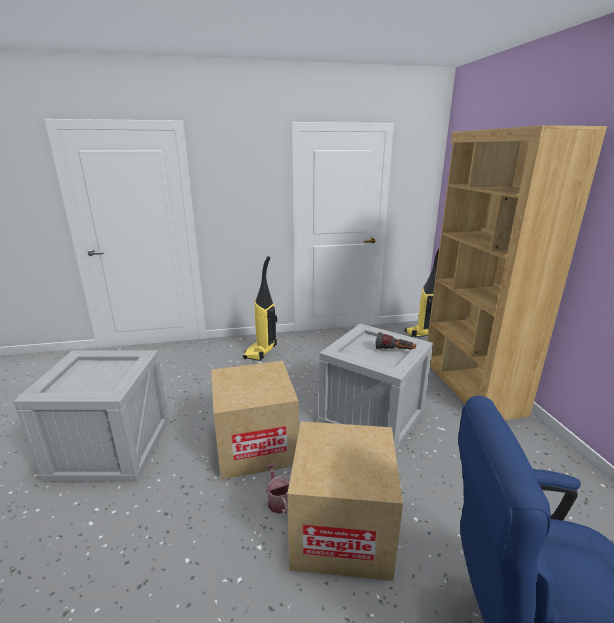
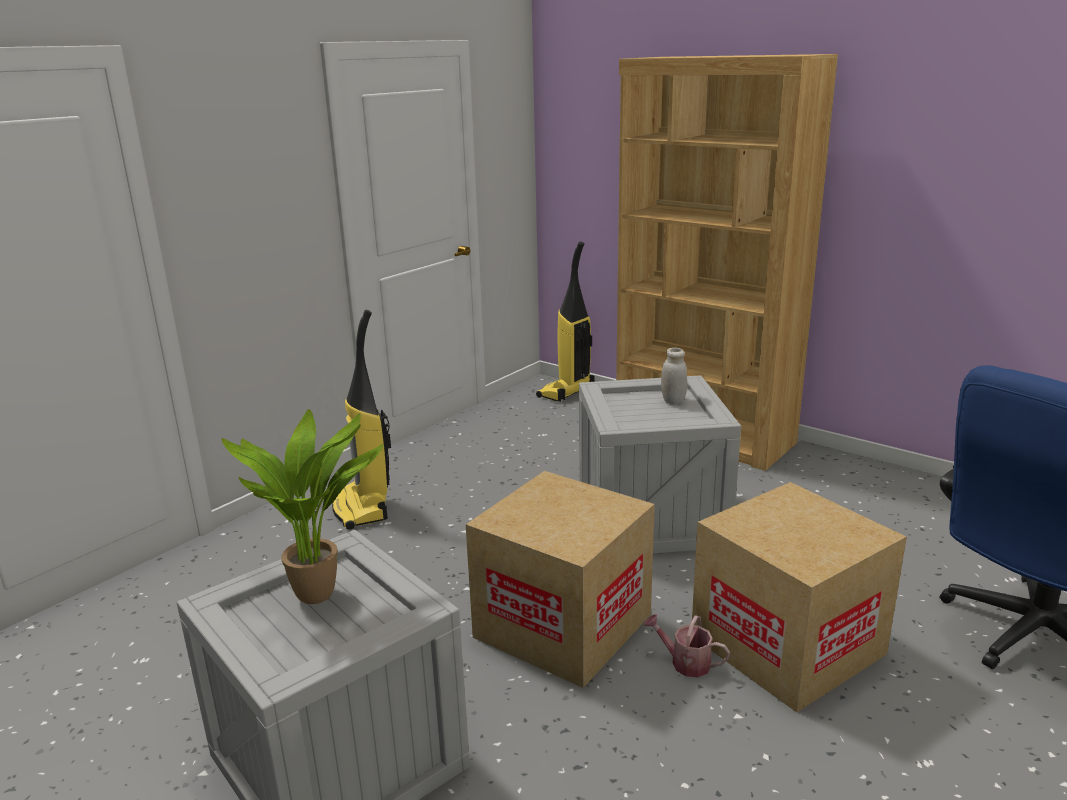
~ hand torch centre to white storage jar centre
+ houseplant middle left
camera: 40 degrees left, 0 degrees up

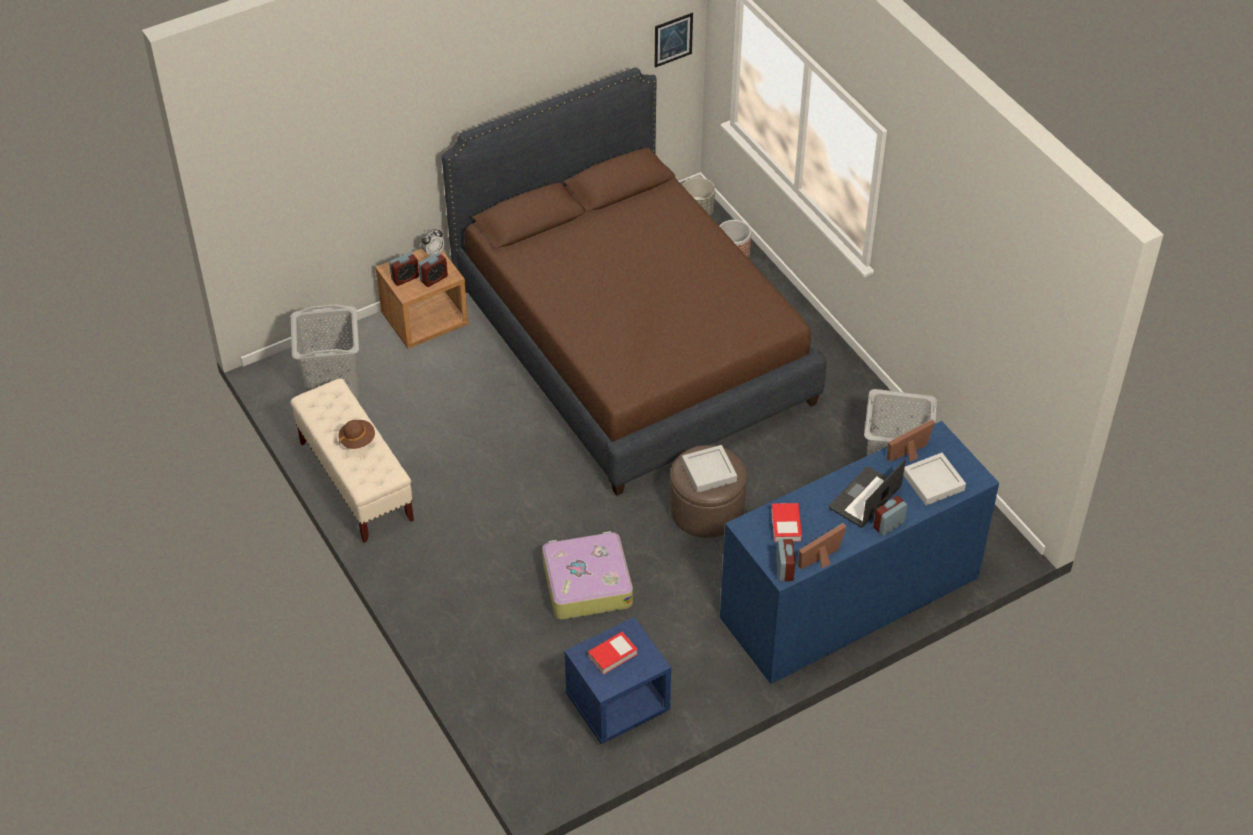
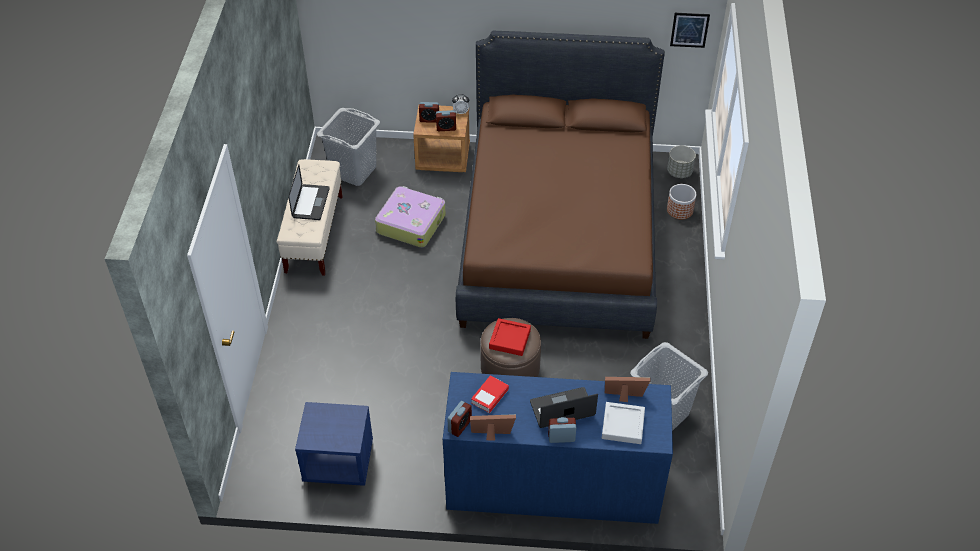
~ brown-coloured wearable hat middle left to laptop (no. 1 from left) middle left
~ travel case bottom centre to centre
- bound book (no. 1 from left) bottom centre
~ gray serving tray (no. 1 from left) centre to red serving tray centre
camera: 35 degrees right, 0 degrees up

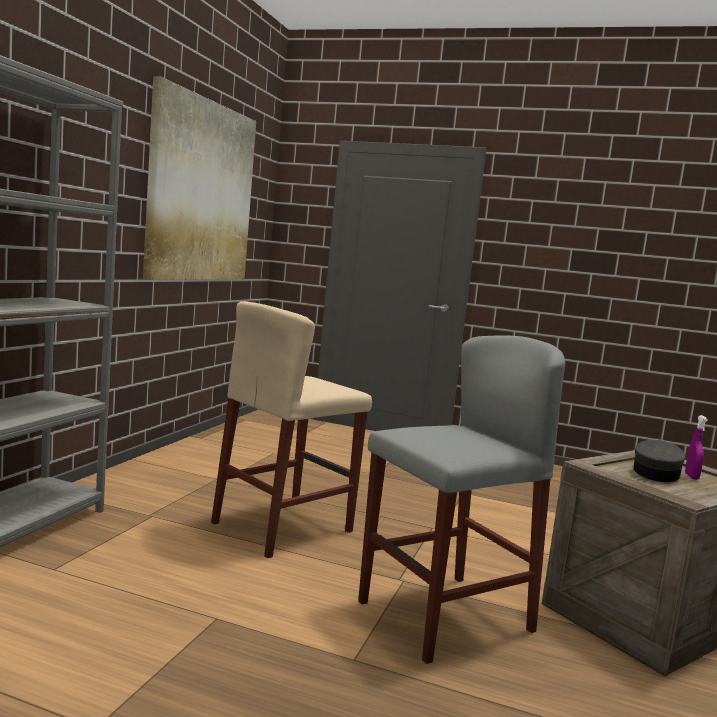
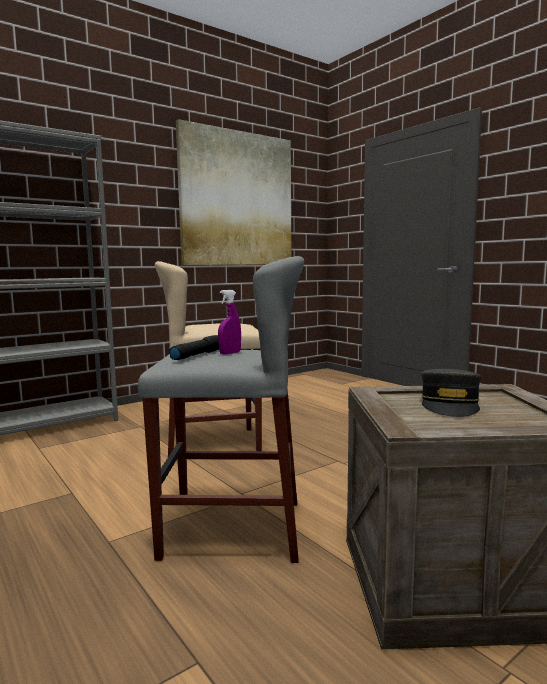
~ gray peaked cap middle right = middle right 135 degrees clockwise
~ purple sprayer middle right to centre
+ blackish hand torch centre
camera: 35 degrees right, 0 degrees up

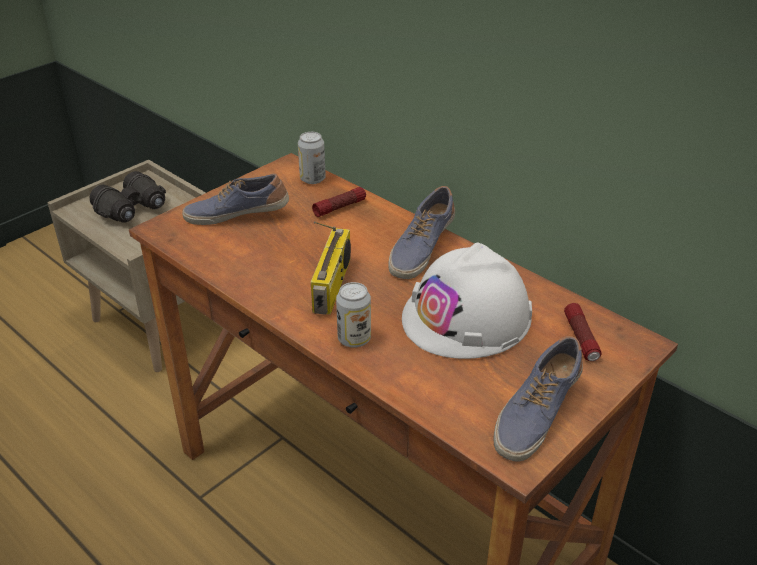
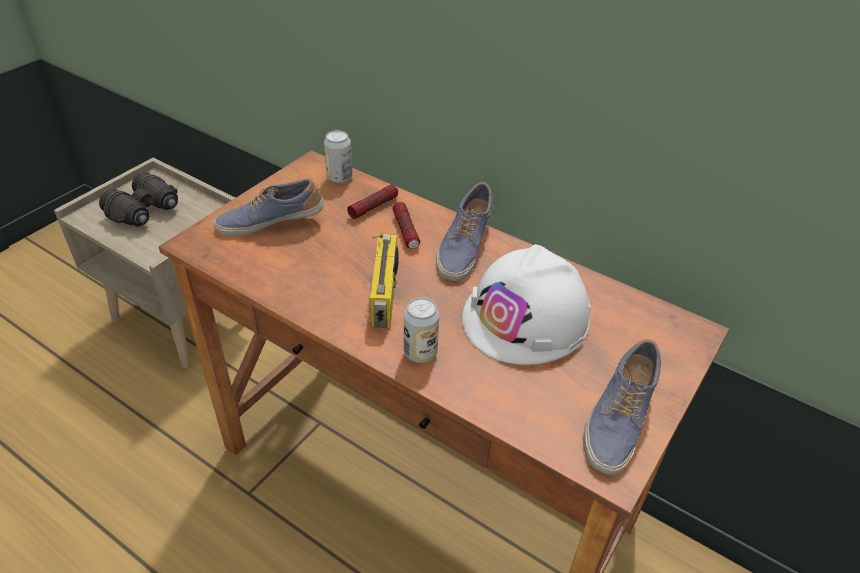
~ hand torch (no. 2 from left) middle right to centre
camera: 10 degrees left, 5 degrees up

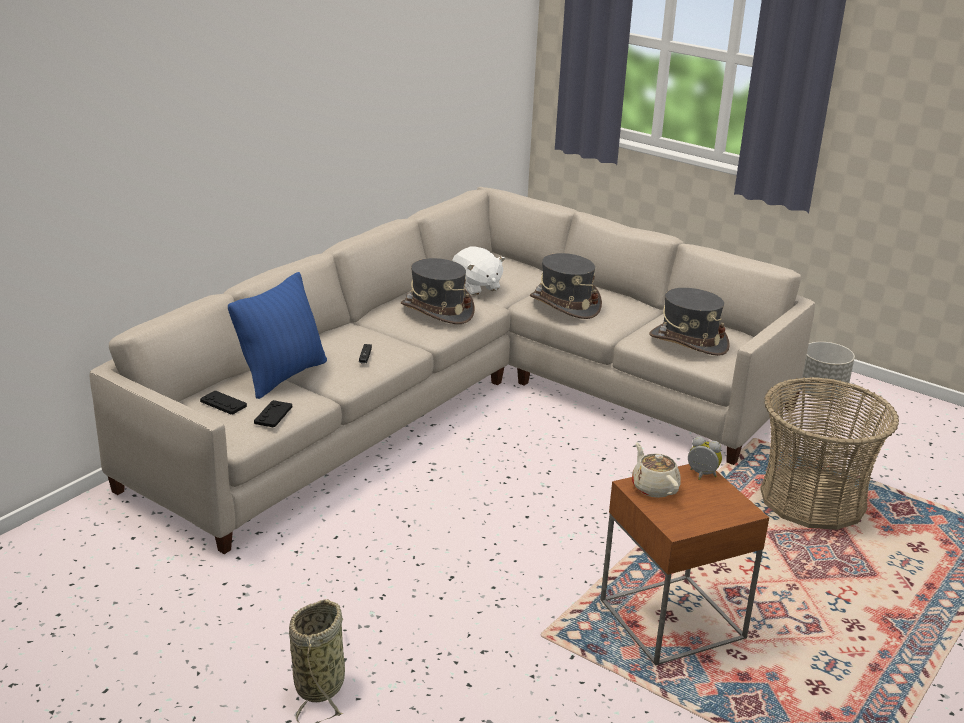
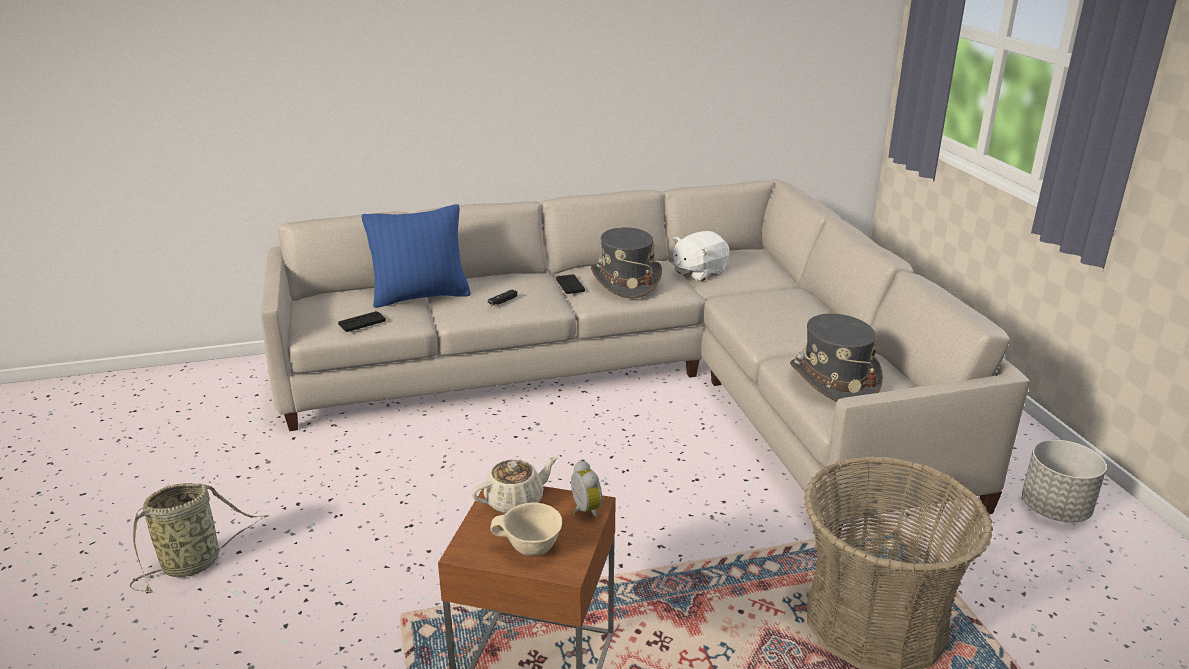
~ blackish game controller (no. 1 from left in the first image) middle left to blackish game controller (no. 3 from left) centre
~ white cuddly toy centre = centre 45 degrees clockwise
- gray wearable hat (no. 2 from left) centre
~ sand-coloured tea pot middle right = bottom centre 45 degrees clockwise
+ sand-coloured bowl bottom centre
camera: 40 degrees right, 0 degrees up

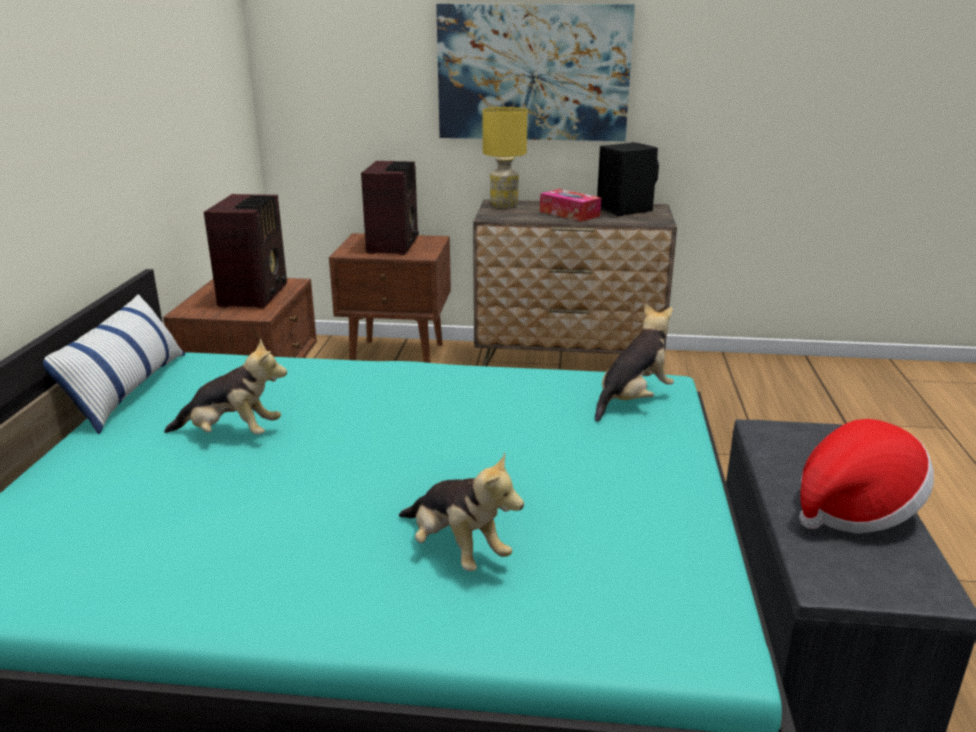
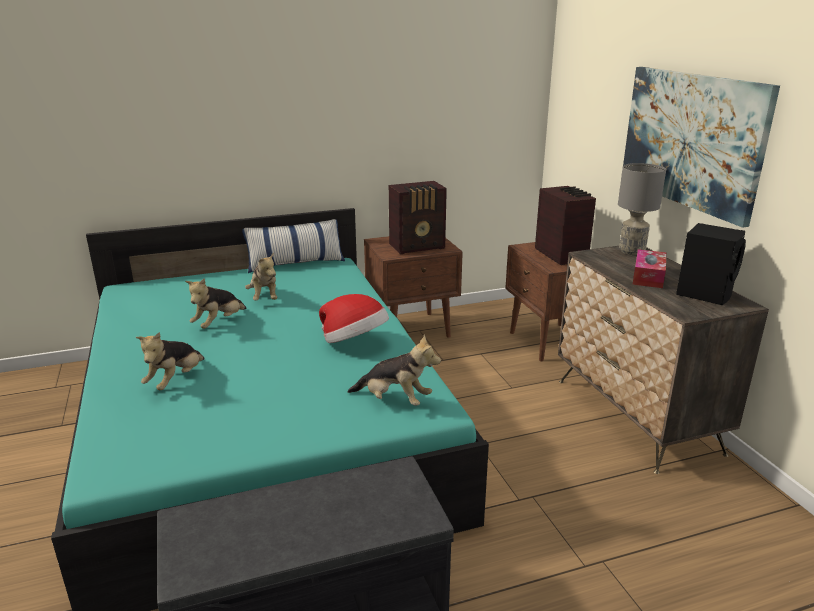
~ radio receiver (no. 2 from left) top centre = middle right 90 degrees counterclockwise
~ yellow-coloured lamp for a table top centre to gray lamp for a table middle right
~ wearable hat middle right to centre
+ cuddly toy (no. 2 from left) middle left
camera: 65 degrees right, 0 degrees up

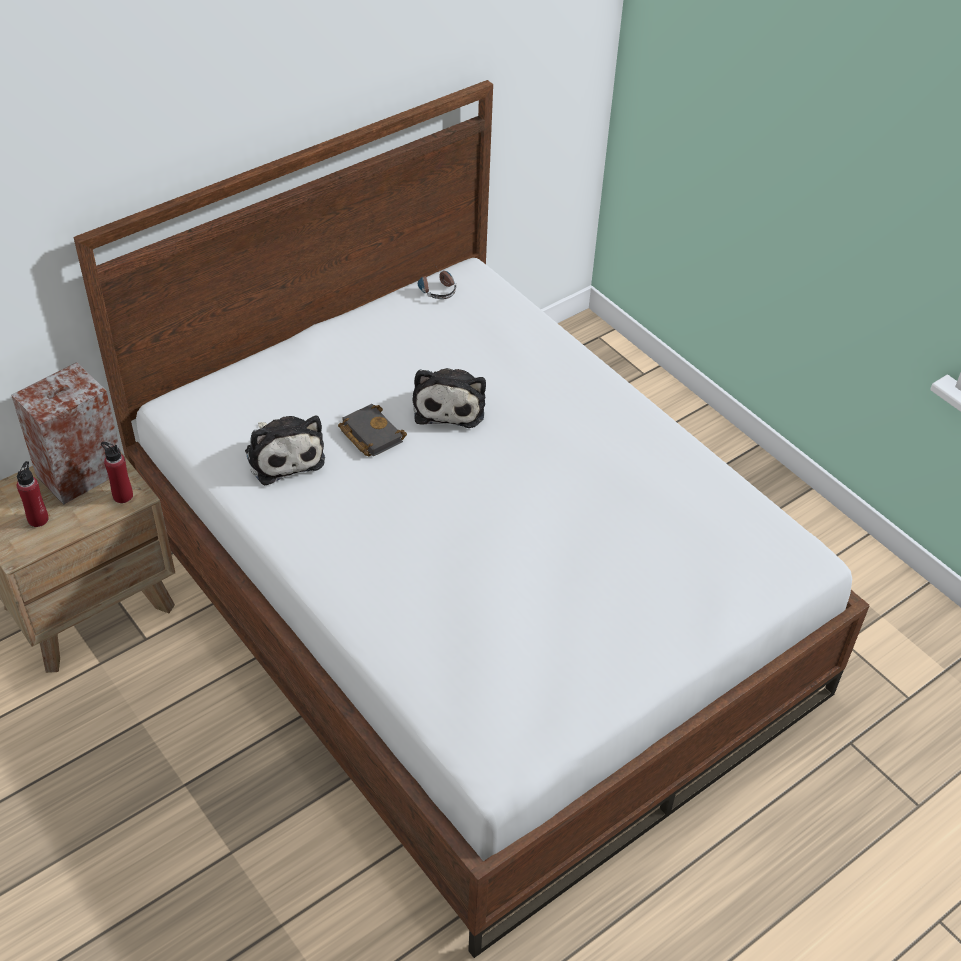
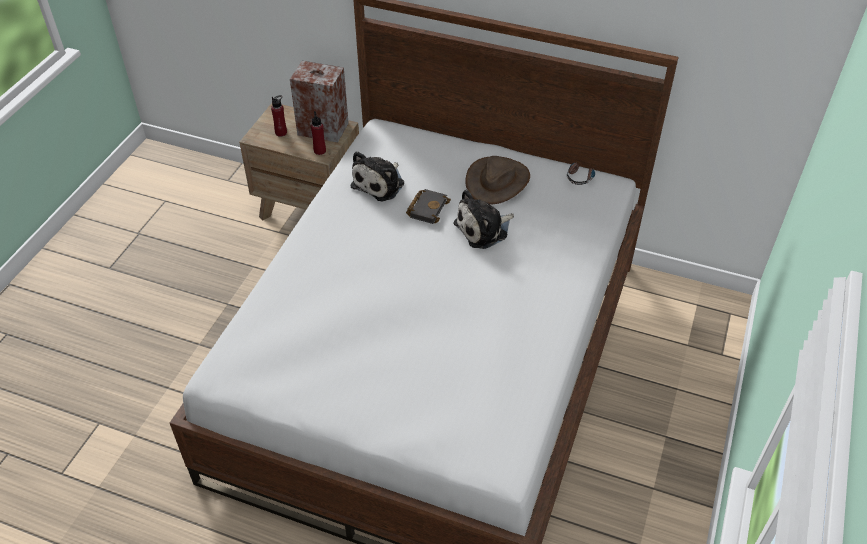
+ brown-coloured wearable hat top centre
camera: 60 degrees right, 0 degrees up

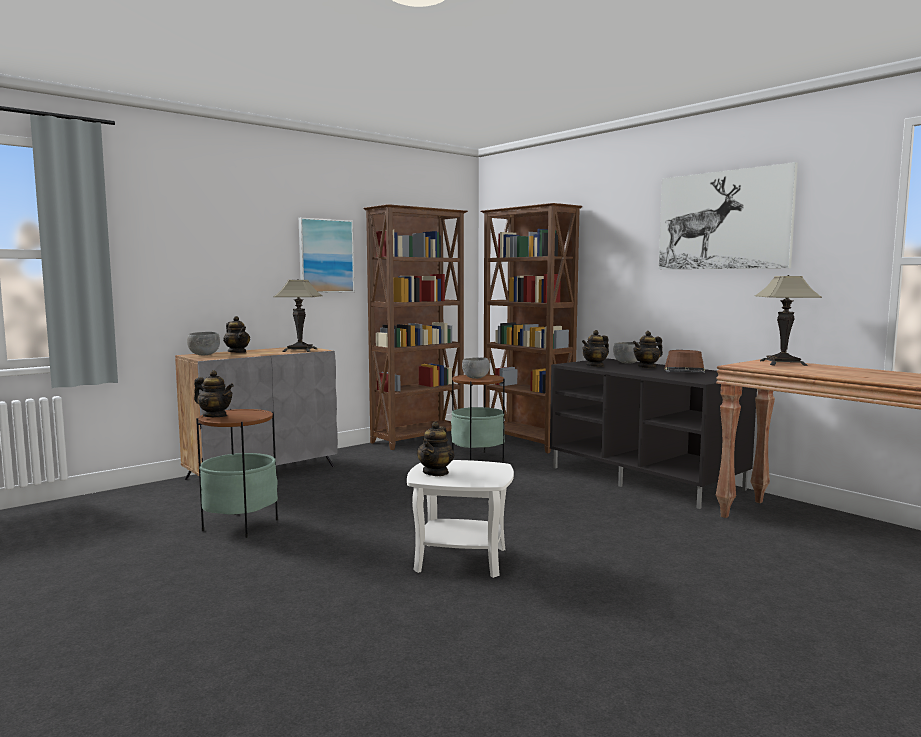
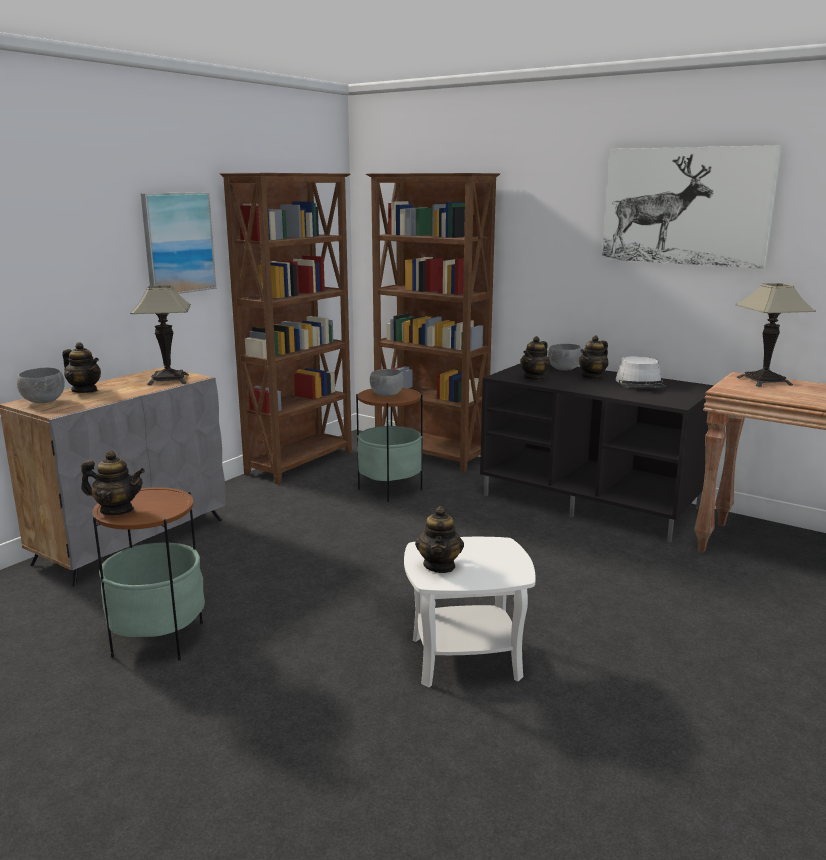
~ brown-coloured wearable hat middle right to gray wearable hat middle right
camera: 15 degrees left, 10 degrees up

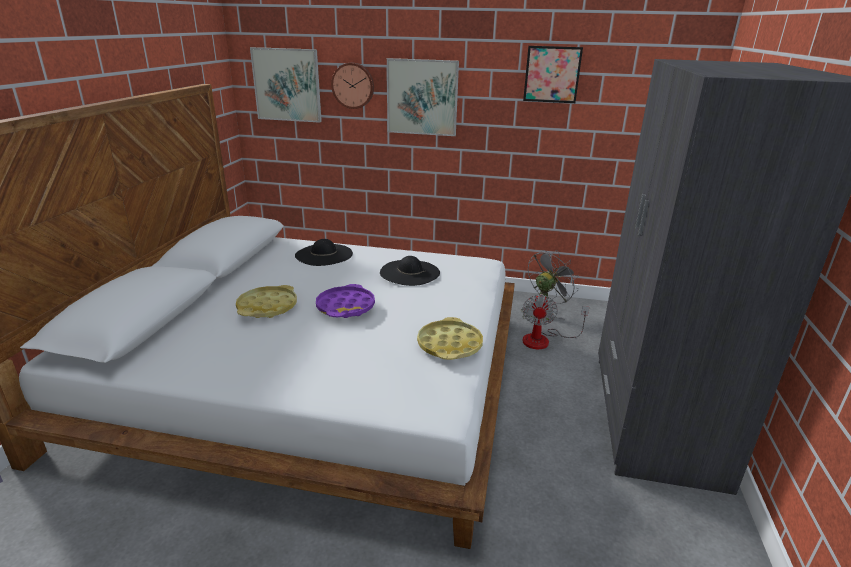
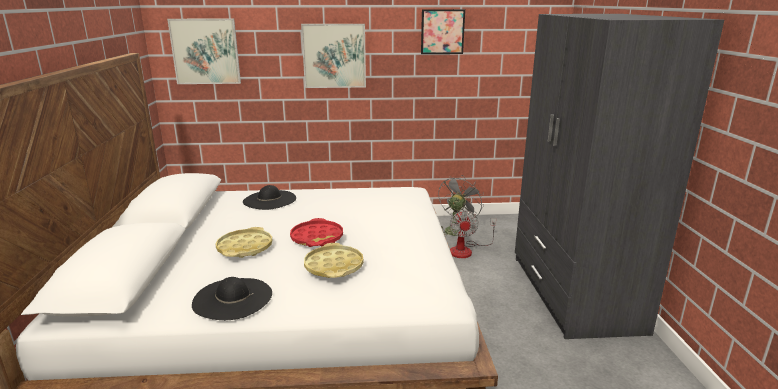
~ purple serving tray centre to red serving tray centre
- wall clock top centre
~ blackish wearable hat (no. 2 from left in the first image) centre to blackish wearable hat (no. 1 from left) bottom left
~ yellow-coloured serving tray (no. 2 from left) centre to bottom centre
camera: 15 degrees left, 5 degrees down

